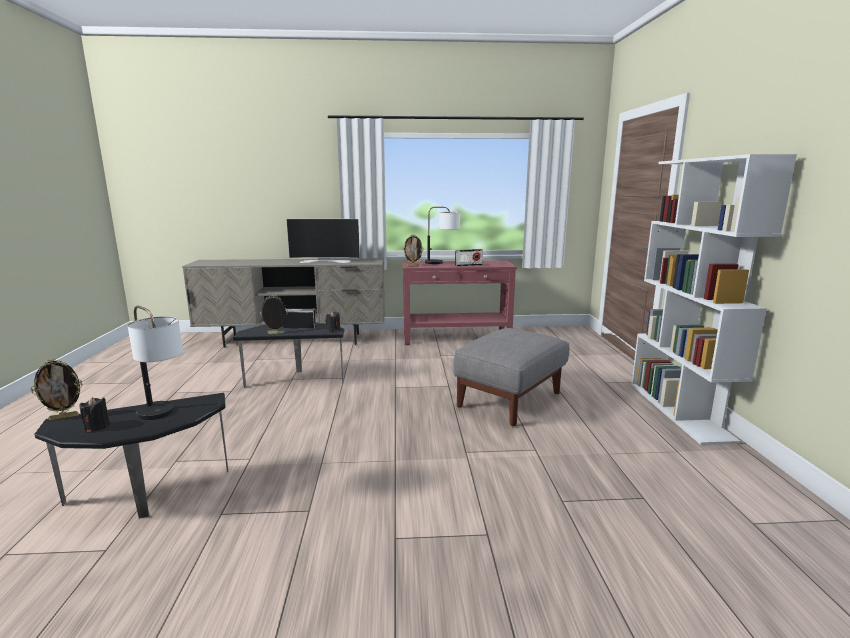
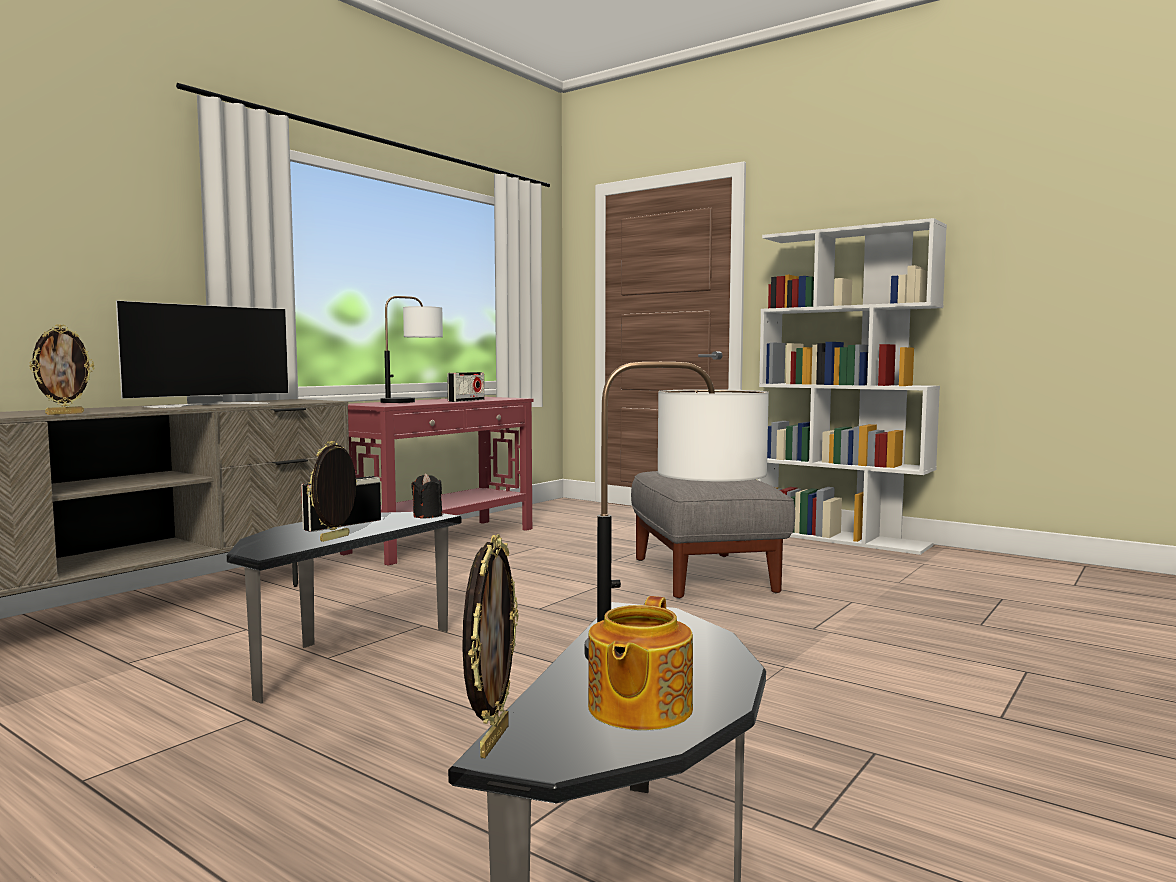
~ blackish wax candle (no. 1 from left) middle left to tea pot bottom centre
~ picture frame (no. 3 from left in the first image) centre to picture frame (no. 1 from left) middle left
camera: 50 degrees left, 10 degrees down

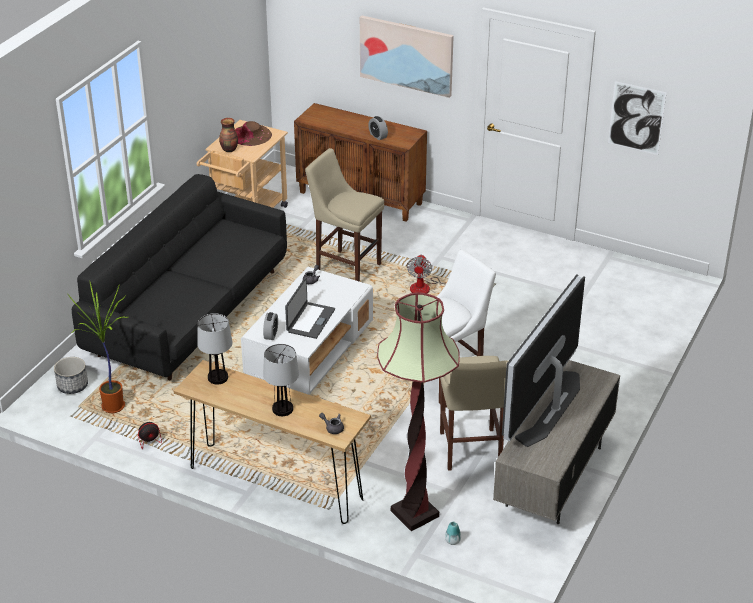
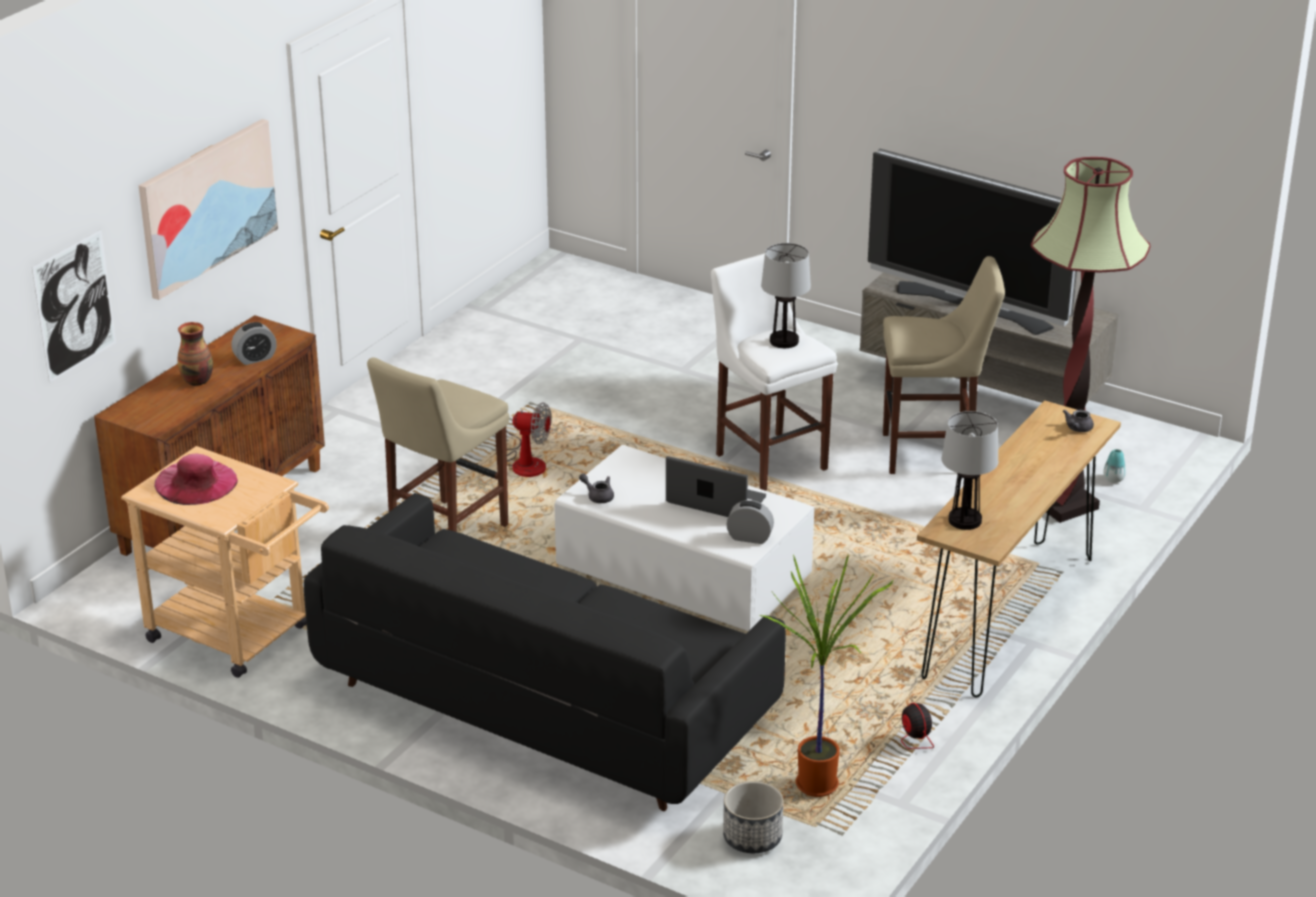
~ vase (no. 1 from left) top left to middle left
~ brown-coloured wearable hat top centre to pink wearable hat middle left
~ lamp for a table (no. 2 from left in the first image) centre to lamp for a table (no. 1 from left) top centre
~ wall picture (no. 2 from left in the first image) top right to wall picture (no. 1 from left) middle left
camera: 85 degrees left, 5 degrees down

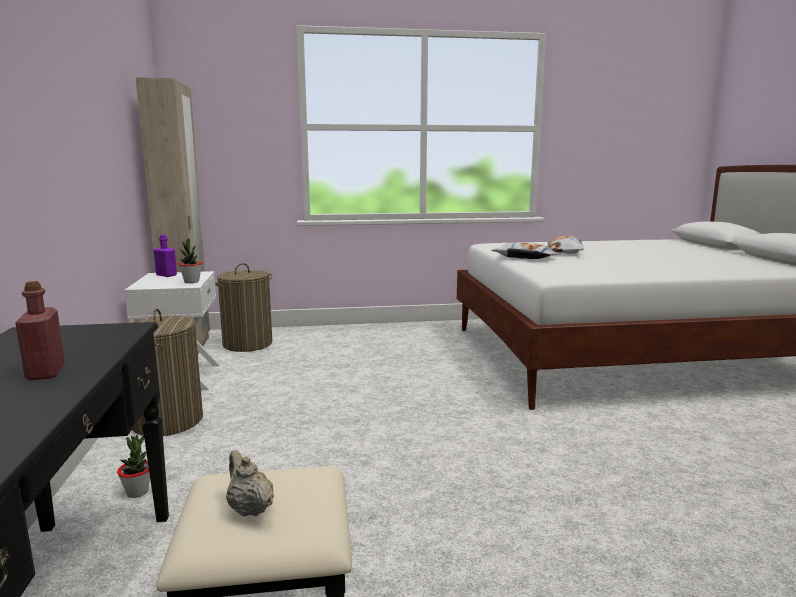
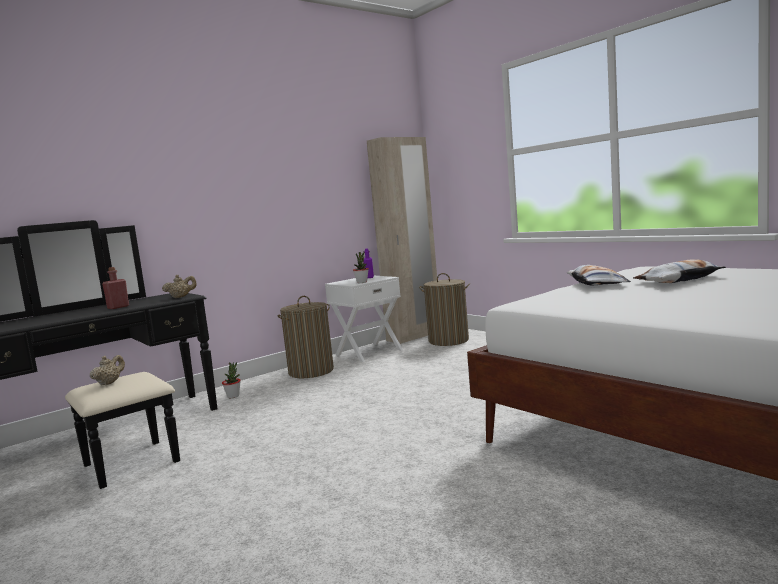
+ sand-coloured tea pot (no. 2 from left) middle left
camera: 60 degrees right, 5 degrees down

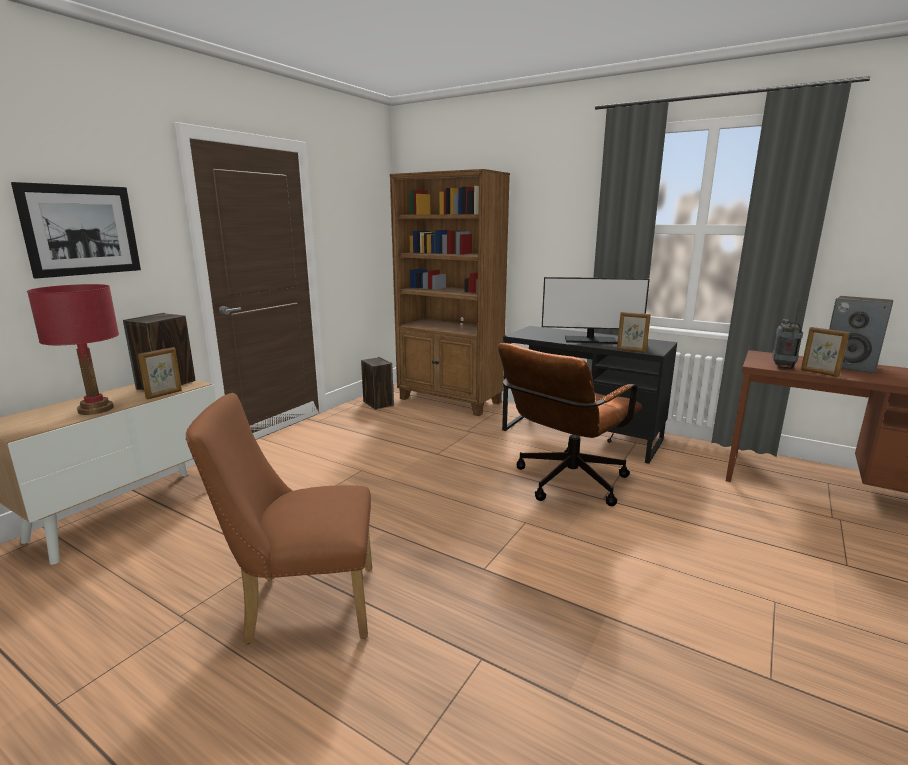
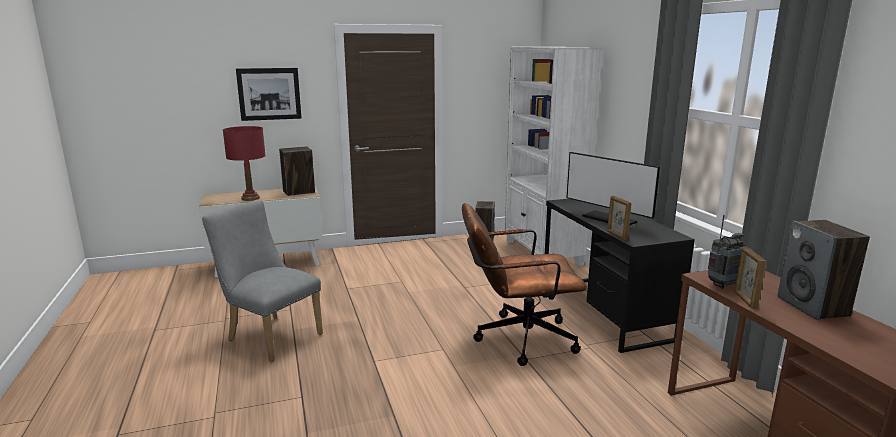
- picture frame (no. 1 from left) middle left
~ brown-coloured chair bottom left to gray chair middle left
~ brown-coloured bookshelf centre to white bookshelf centre
camera: 40 degrees right, 0 degrees up

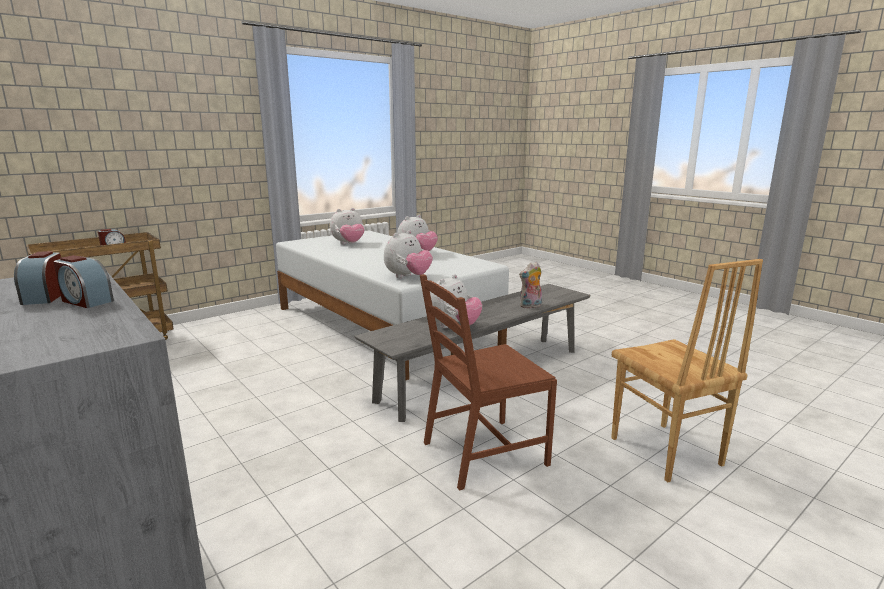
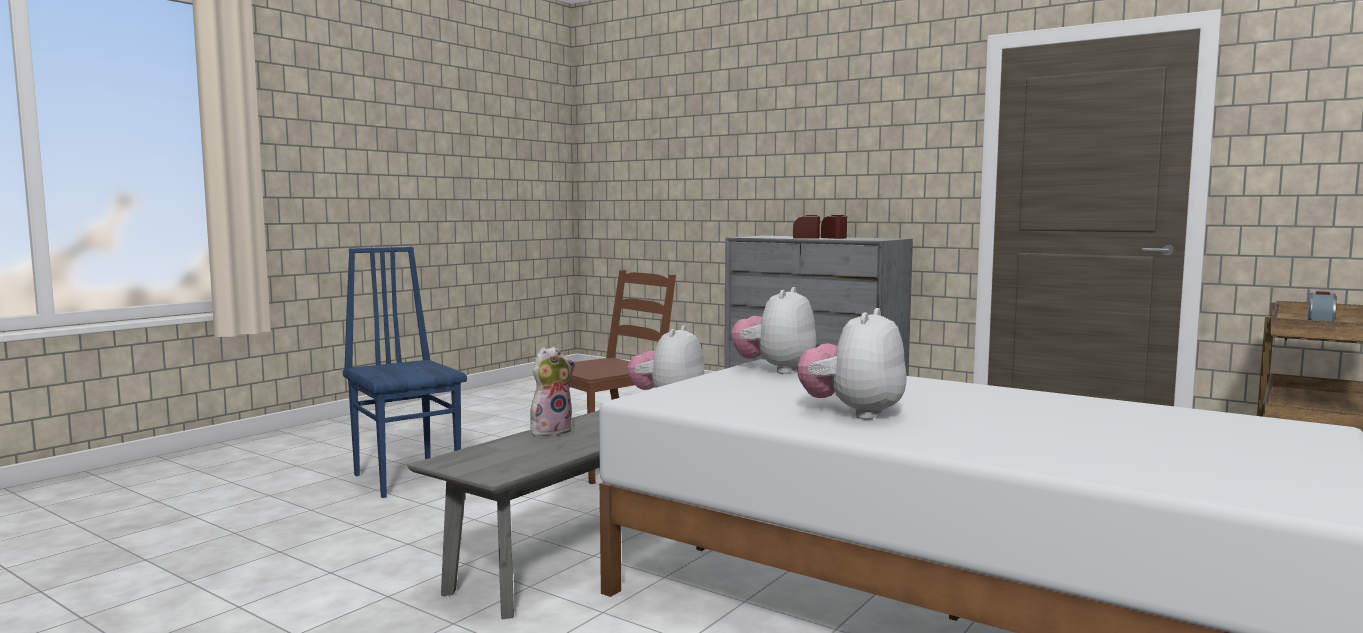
- cuddly toy (no. 1 from left) centre
~ brown-coloured chair (no. 2 from left) middle right to blue-coloured chair middle left
camera: 165 degrees right, 10 degrees down

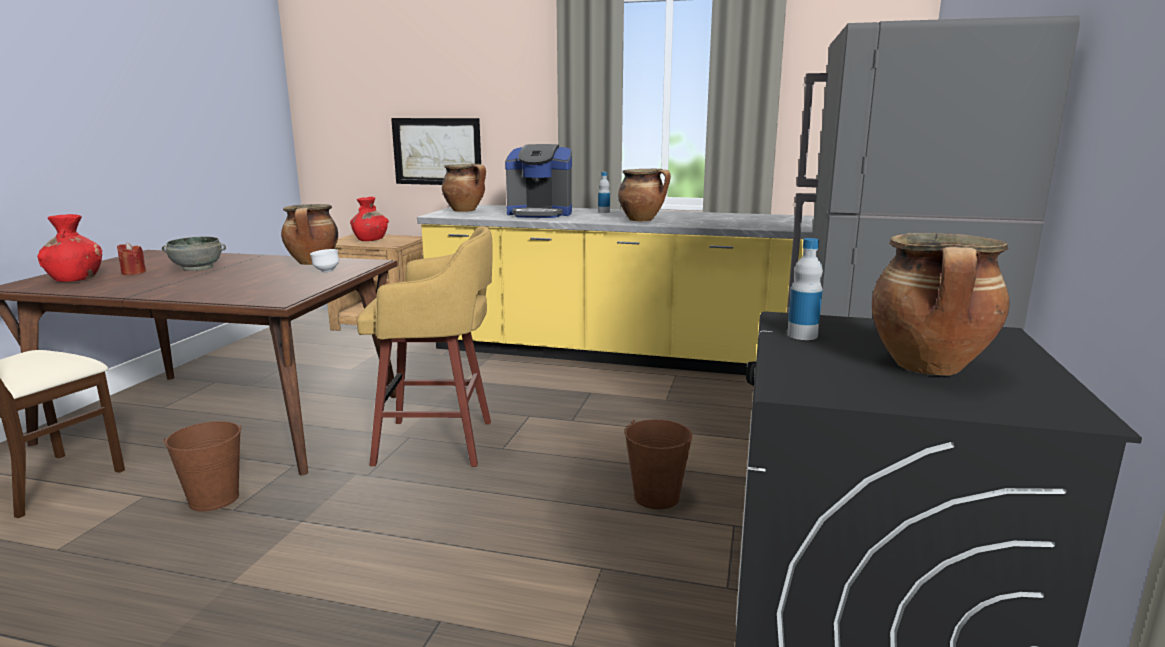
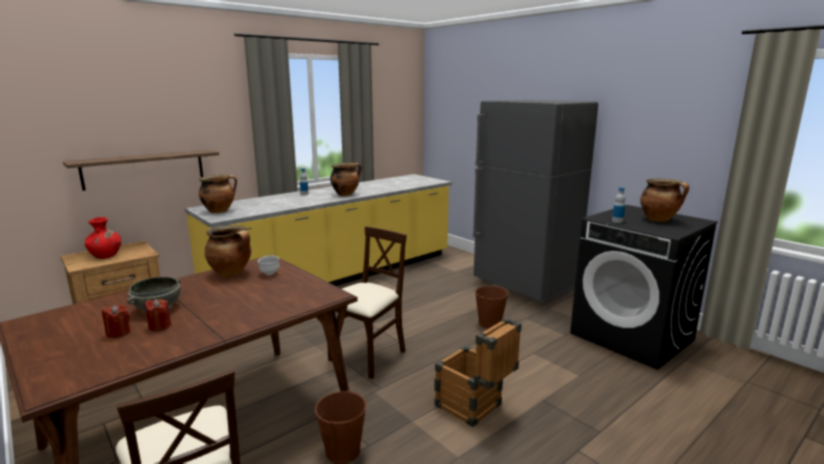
- red vase (no. 1 from left) middle left
~ yellow-coloured stool seat centre to sand-coloured chair (no. 2 from left) centre
~ wall picture top centre to wall shelf middle left
- coffee brewer top centre
+ red wax candle (no. 2 from left) bottom left
+ shipping crate bottom centre
camera: 55 degrees left, 0 degrees up

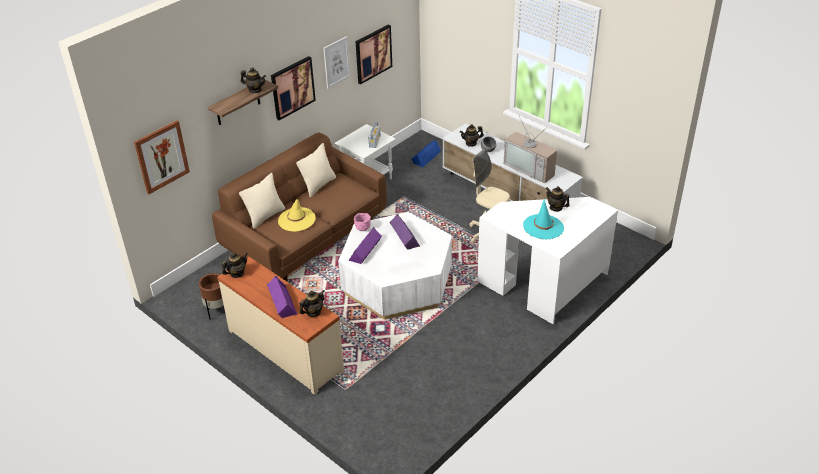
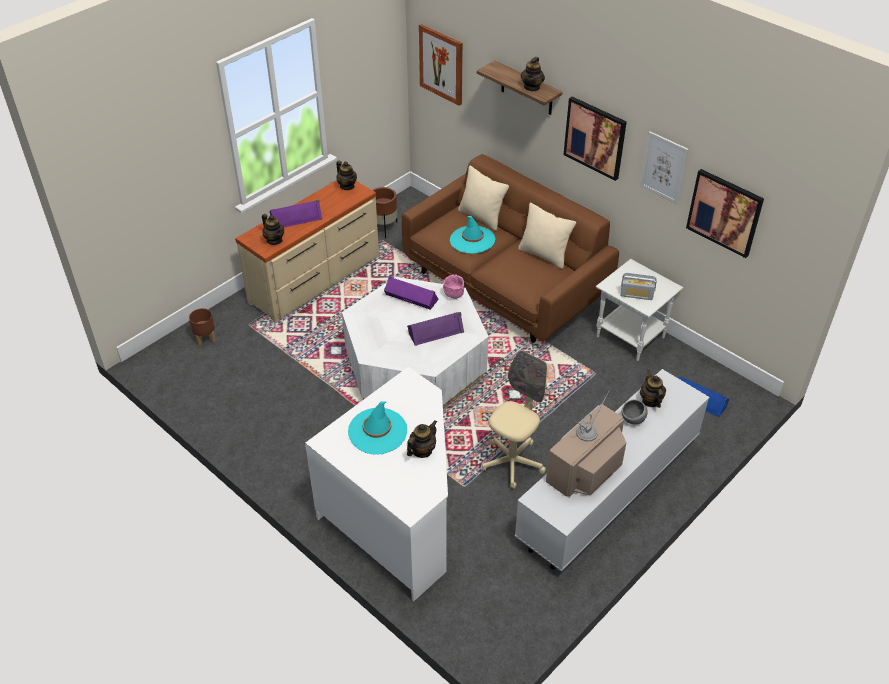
~ yellow-coloured wearable hat centre to blue-green wearable hat (no. 2 from left) centre
+ brown-coloured flower pot (no. 1 from left) middle left
camera: 90 degrees right, 5 degrees up

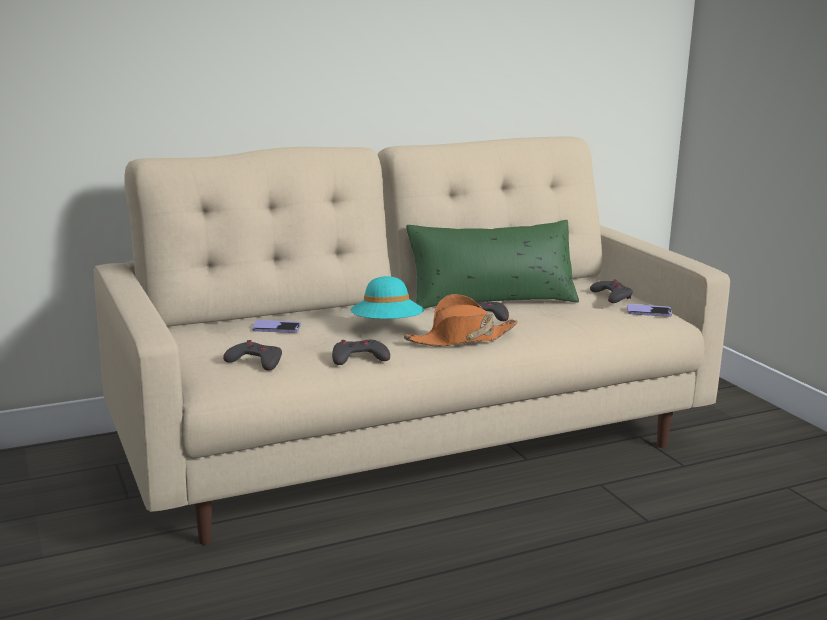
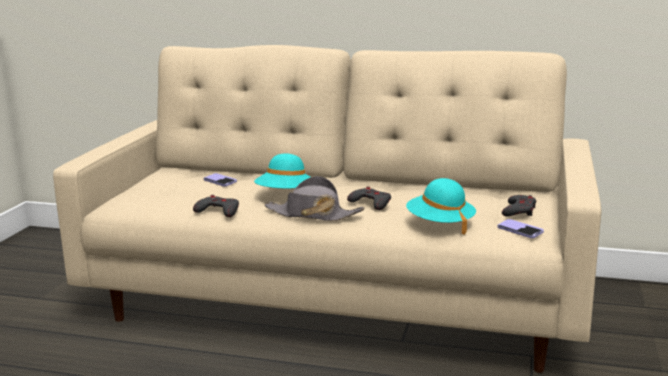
- gray game controller (no. 1 from left) middle left
~ orange-coloured wearable hat centre to gray wearable hat centre
- greenish cushion centre
+ blue-green wearable hat (no. 2 from left) centre
camera: 40 degrees right, 0 degrees up

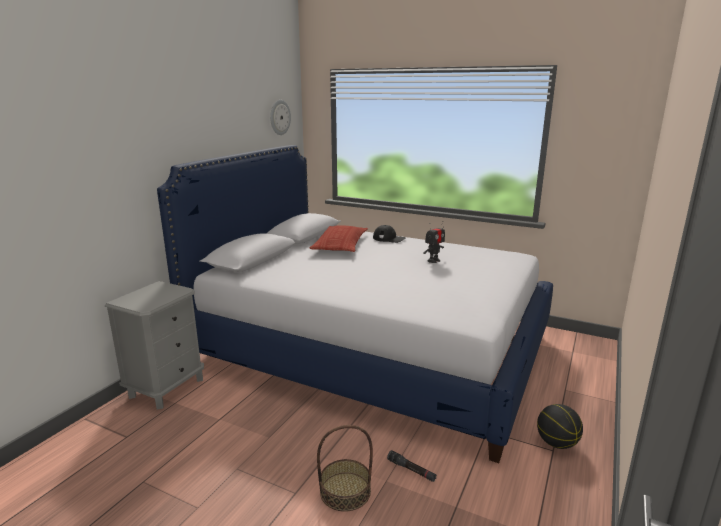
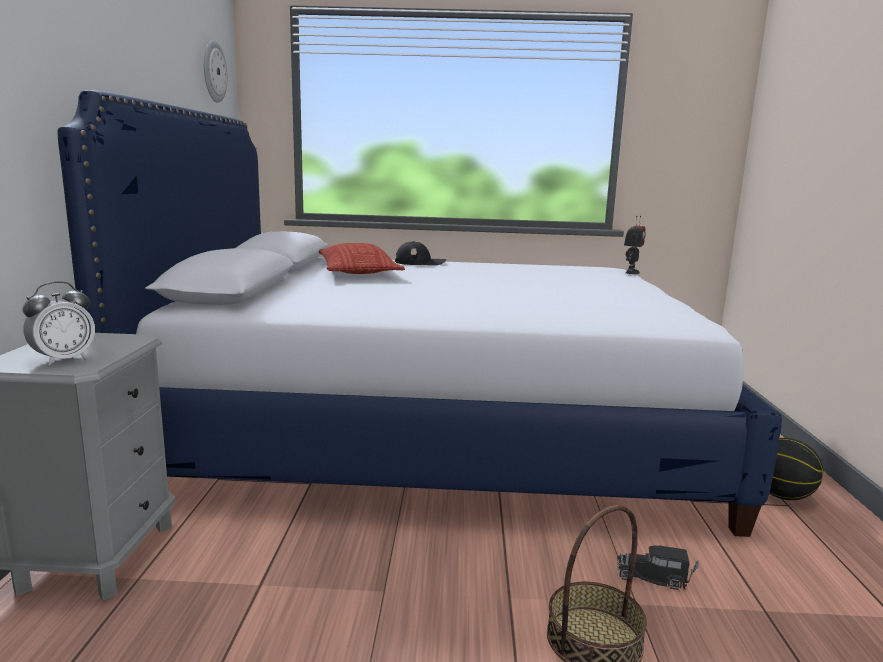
~ blackish hand torch bottom centre to model truck bottom right
~ model robot centre to middle right
+ table clock middle left
camera: 25 degrees left, 5 degrees down

